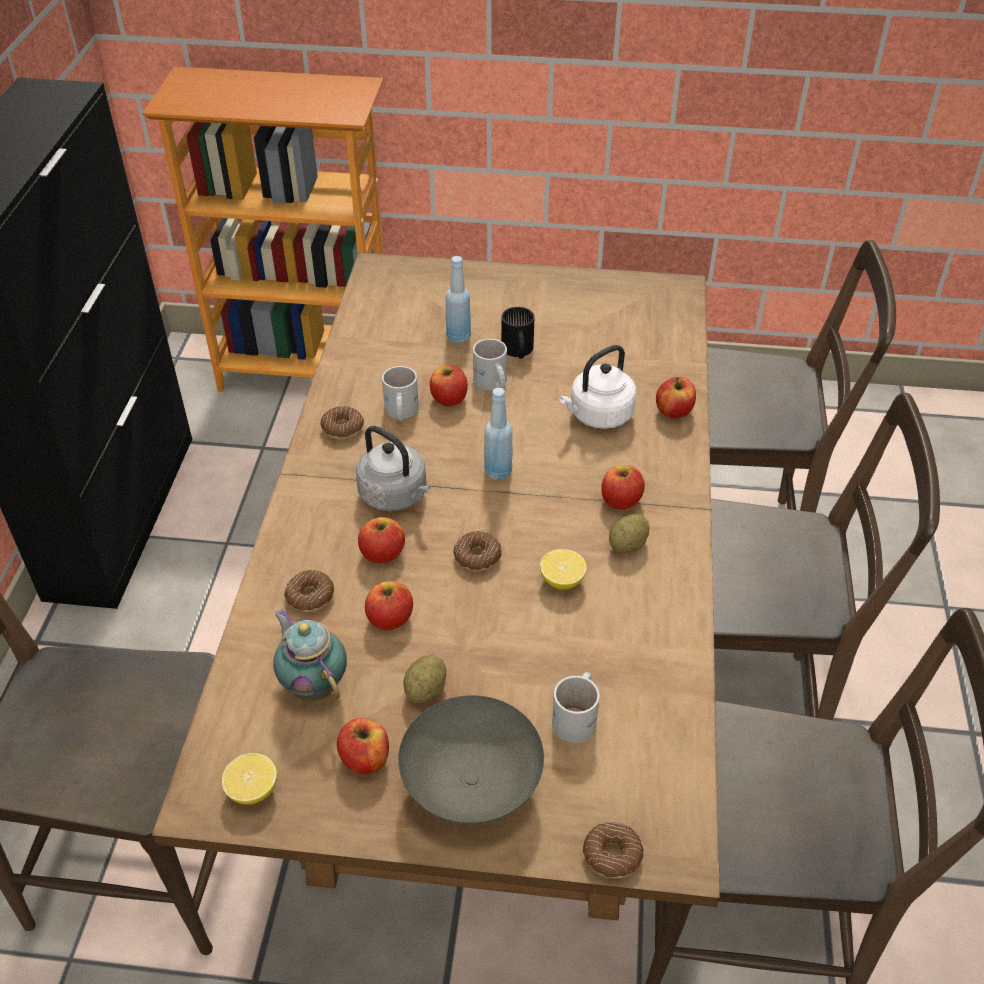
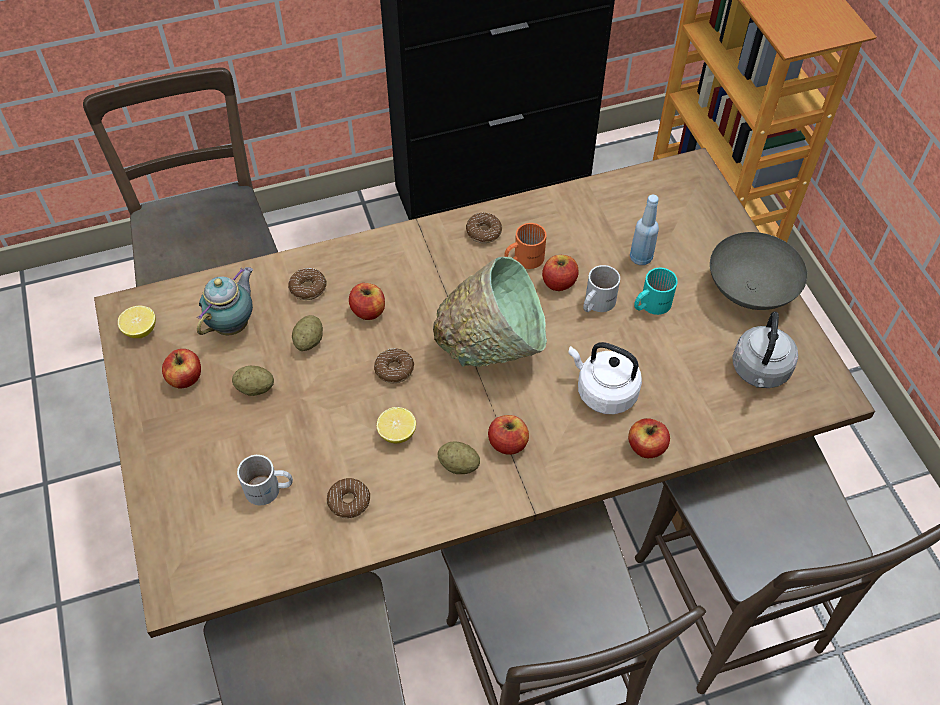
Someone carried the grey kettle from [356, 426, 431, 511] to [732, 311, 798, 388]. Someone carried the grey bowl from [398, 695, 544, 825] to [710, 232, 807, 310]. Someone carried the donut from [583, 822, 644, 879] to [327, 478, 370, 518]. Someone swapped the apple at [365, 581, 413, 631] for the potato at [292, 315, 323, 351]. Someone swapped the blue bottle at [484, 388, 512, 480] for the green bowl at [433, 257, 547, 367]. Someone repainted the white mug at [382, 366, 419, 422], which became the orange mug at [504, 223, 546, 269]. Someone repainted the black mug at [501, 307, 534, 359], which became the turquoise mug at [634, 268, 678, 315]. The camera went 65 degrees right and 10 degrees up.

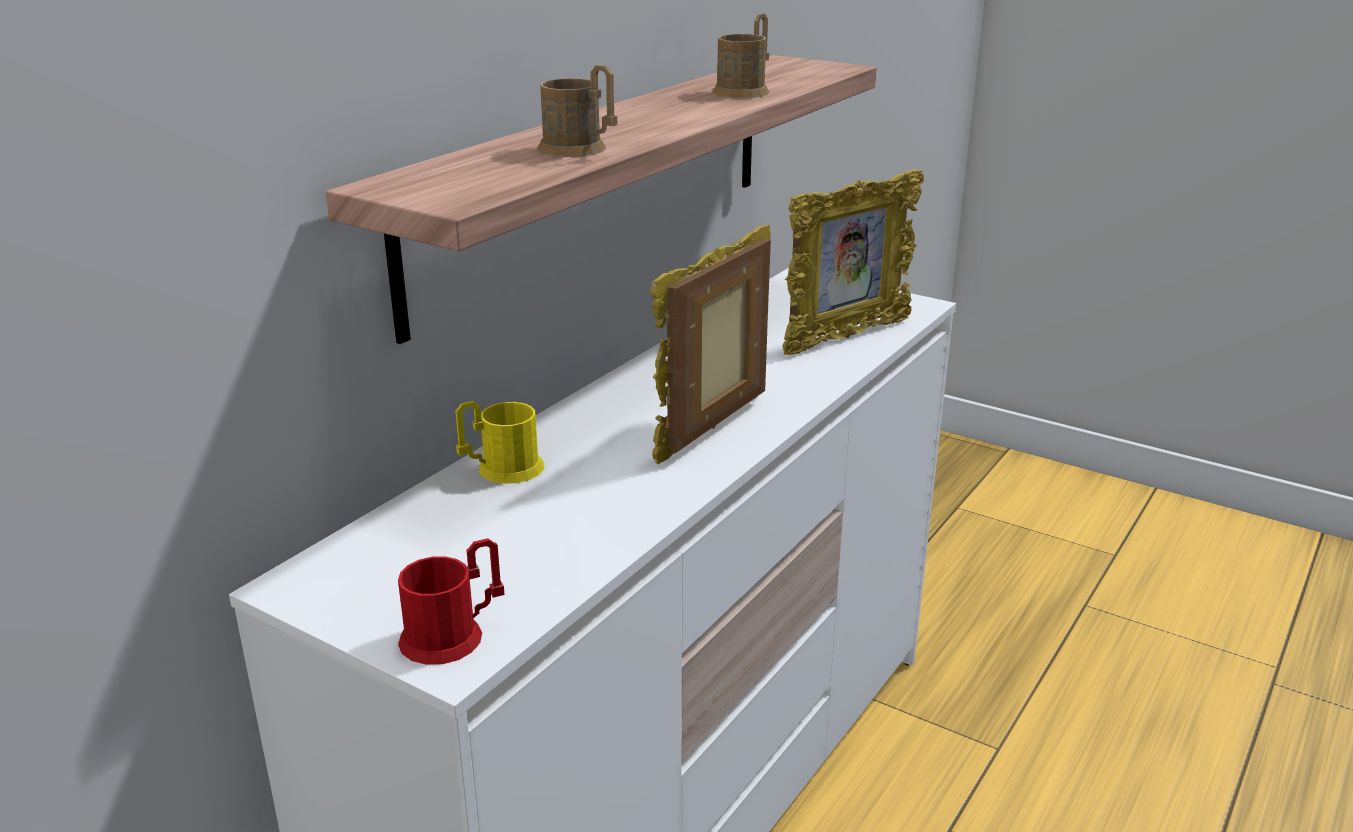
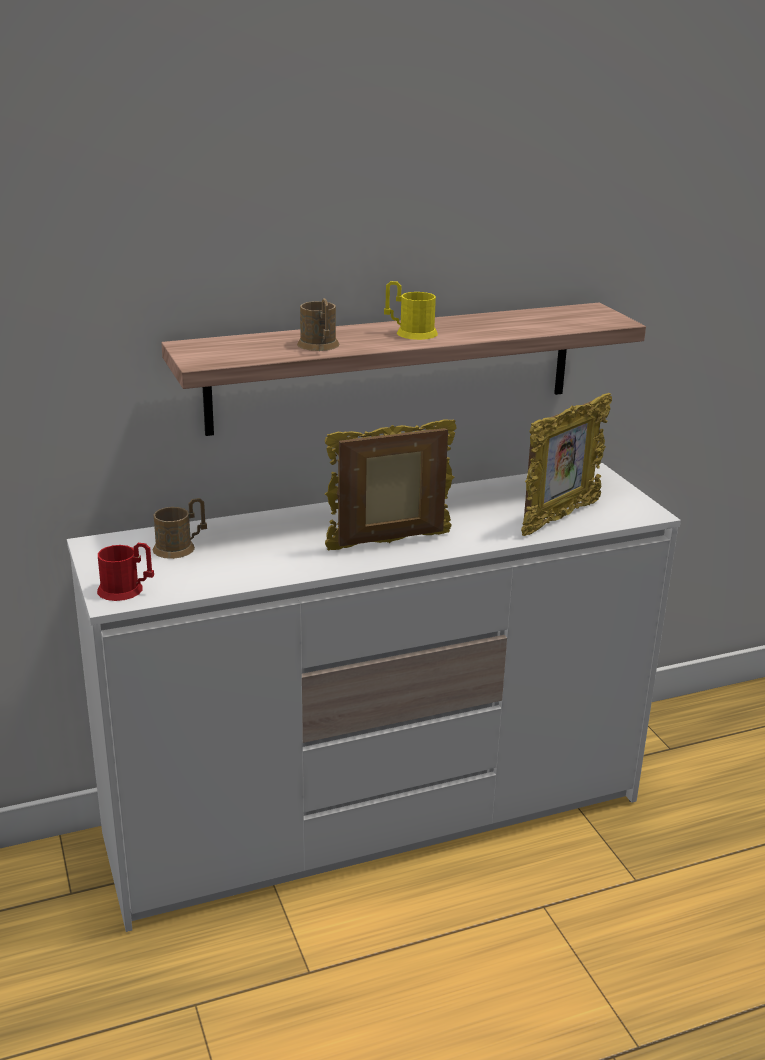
Someone carried the yellow mug from [455, 401, 544, 484] to [384, 281, 438, 340]. Someone carried the brown mug from [712, 13, 770, 98] to [152, 498, 207, 559]. Someone rotated the picture frame at [782, 169, 924, 355] by 45 degrees counterclockwise. The camera went 35 degrees right and 0 degrees up.

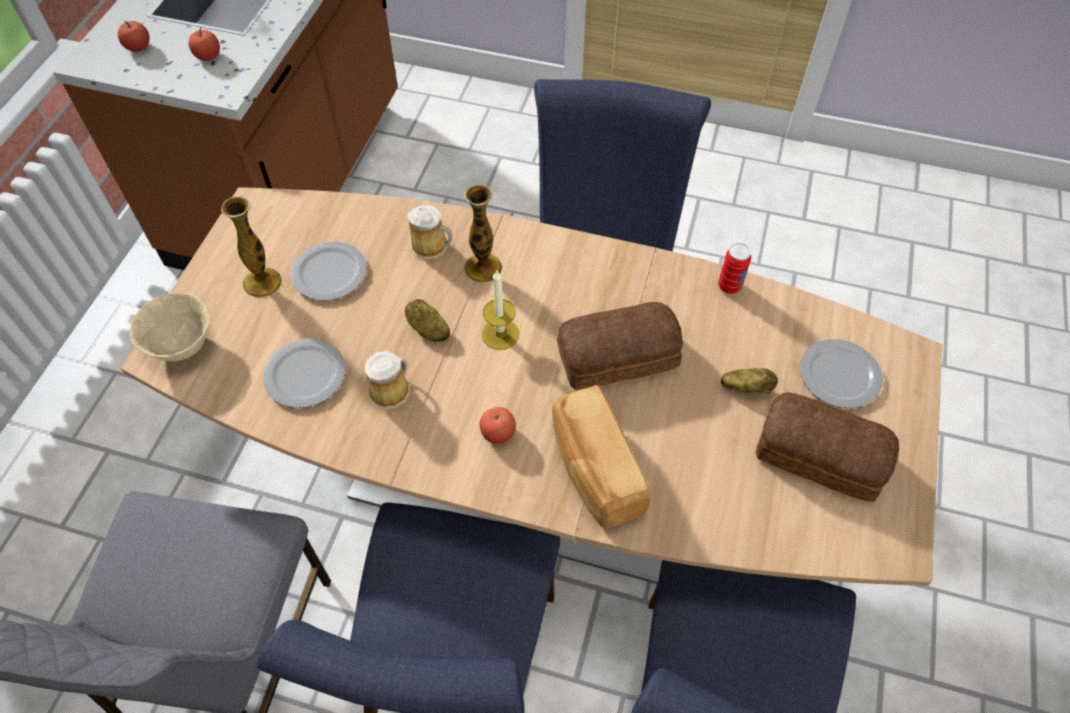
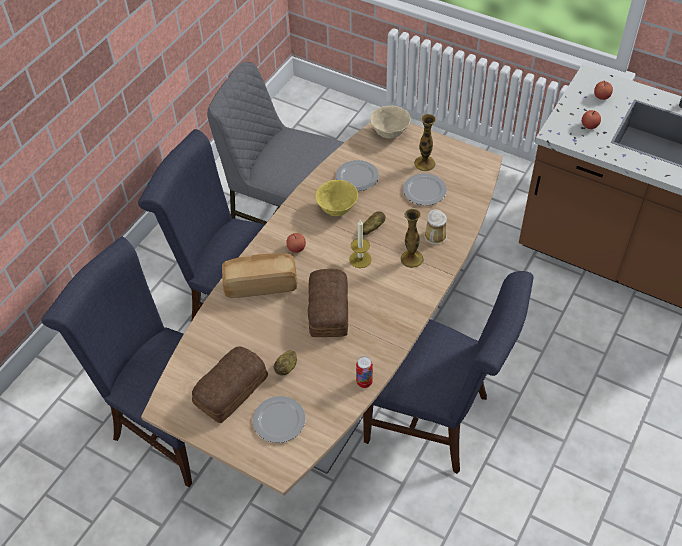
Someone swapped the mug at [365, 351, 410, 409] for the yellow bowl at [315, 180, 358, 216]. The camera went 105 degrees right and 5 degrees down.

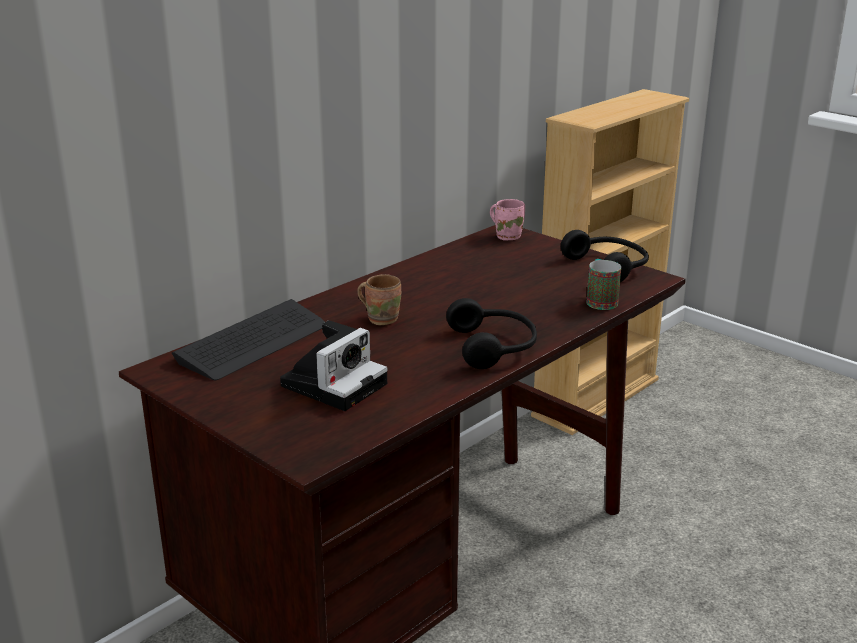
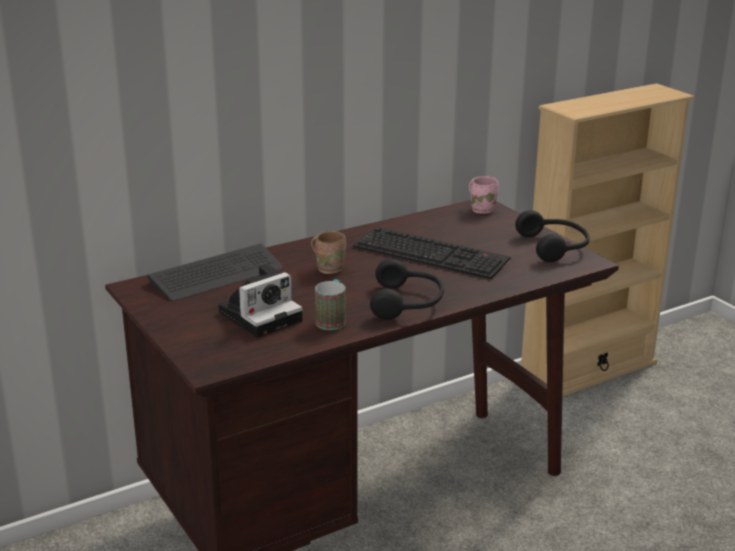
Someone put down the keyboard at [353, 227, 511, 279]. Someone carried the mug from [586, 259, 621, 310] to [315, 279, 346, 330]. The camera went 15 degrees right and 0 degrees up.

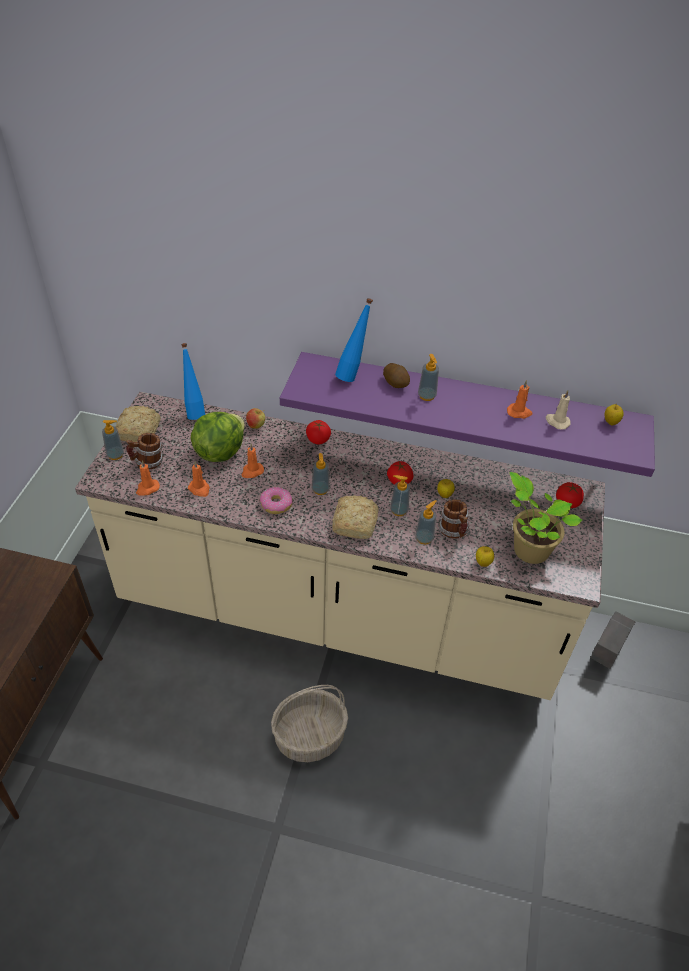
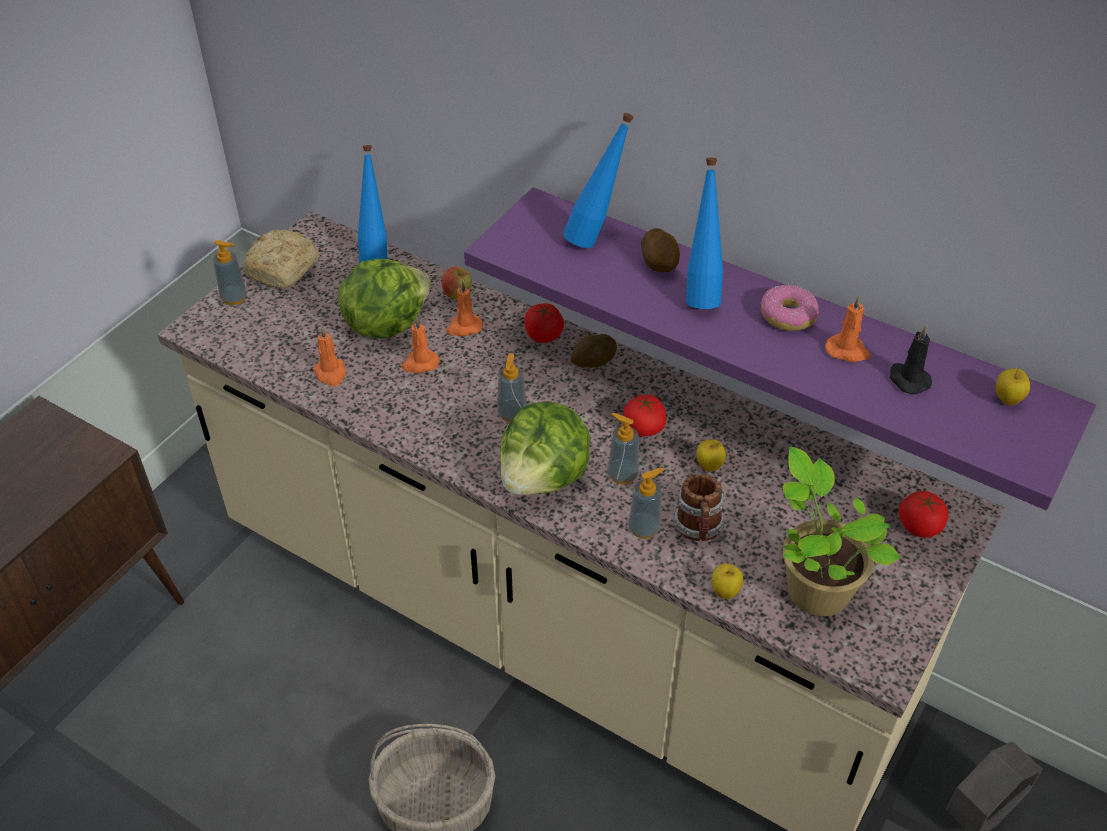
Someone took away the mug at [126, 433, 163, 469]. Someone put down the potato at [571, 334, 617, 368]. Someone carried the orange candle from [136, 460, 160, 496] to [446, 281, 483, 336]. Someone carried the donut from [260, 487, 293, 514] to [760, 285, 819, 331]. Someone swapped the bread at [332, 495, 379, 539] for the lettuce at [500, 401, 591, 495]. Someone swapped the soap dispenser at [418, 354, 439, 401] for the blue bottle at [686, 158, 723, 309]. Someone repainted the beige candle at [546, 390, 571, 430], which became the black candle at [890, 325, 932, 394]. The camera went 20 degrees right and 0 degrees up.

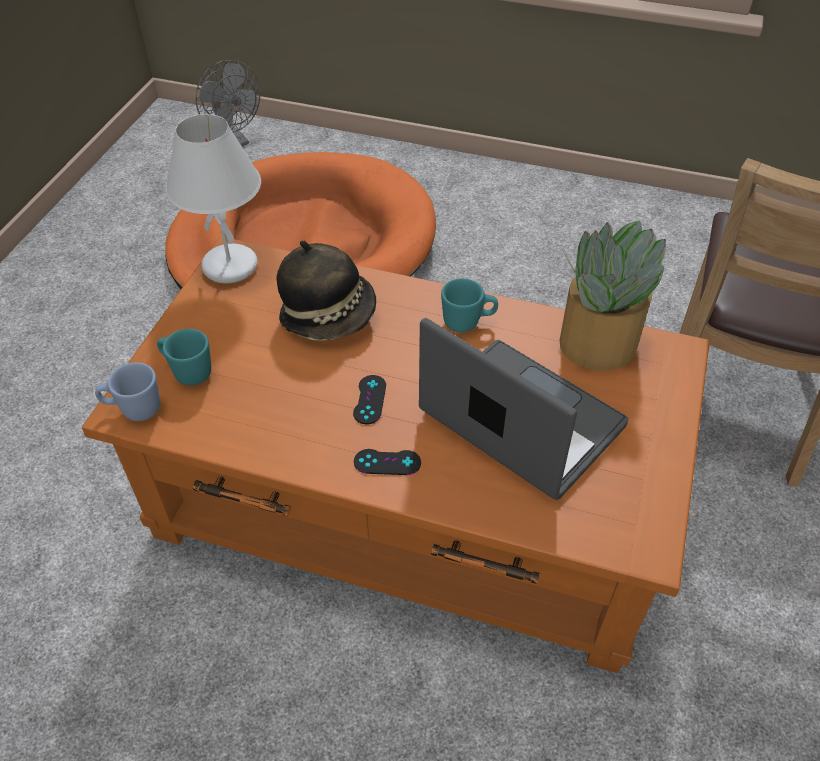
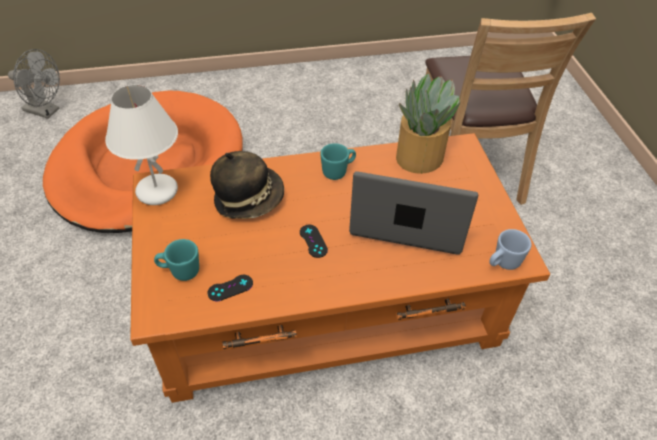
Someone carried the blue mug from [95, 363, 160, 421] to [489, 229, 531, 270]. Someone carried the black game controller from [354, 449, 421, 475] to [208, 275, 253, 301]. The camera went 30 degrees left and 0 degrees up.

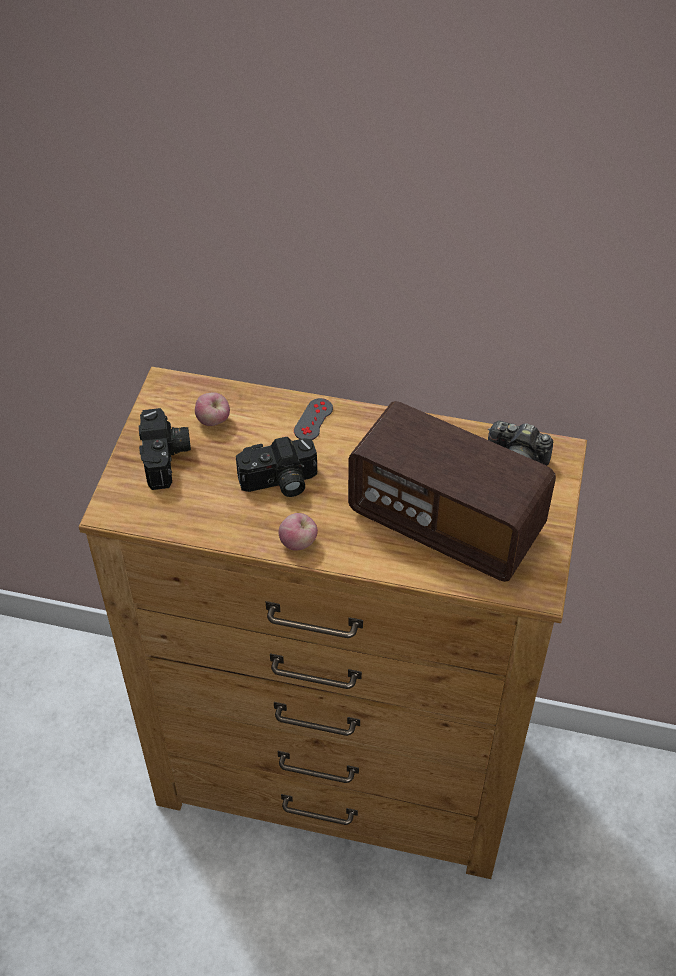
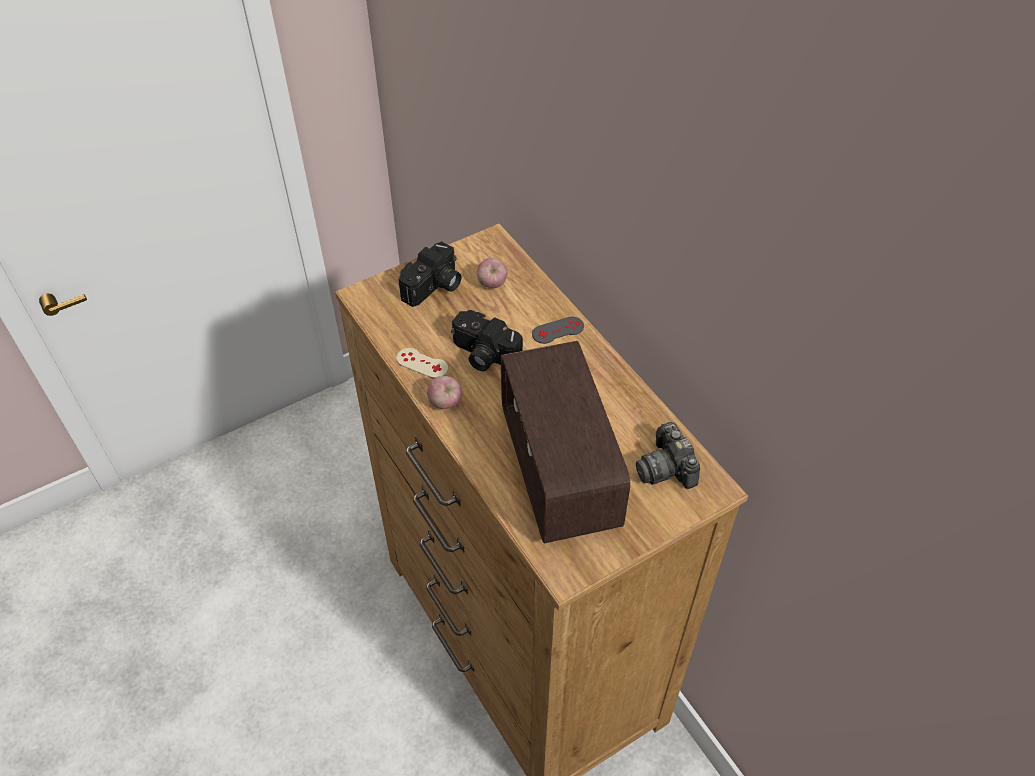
Someone put down the beige game controller at [396, 348, 448, 378]. The camera went 45 degrees right and 0 degrees up.

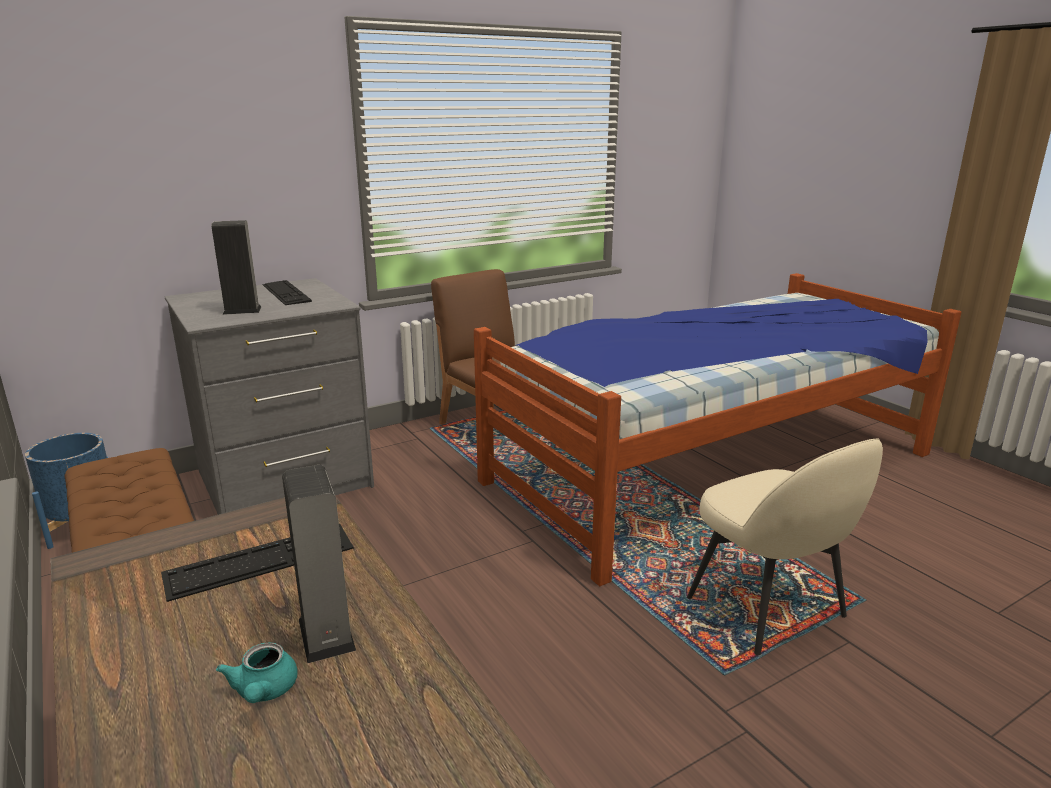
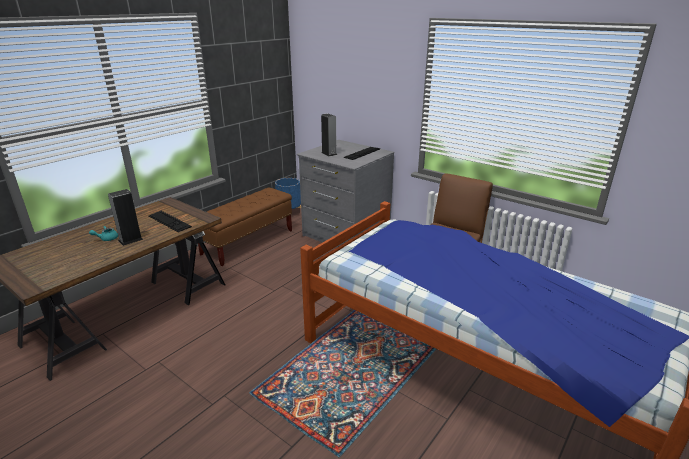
Someone took away the beige chair at [687, 438, 883, 655]. The camera went 70 degrees right and 5 degrees up.

